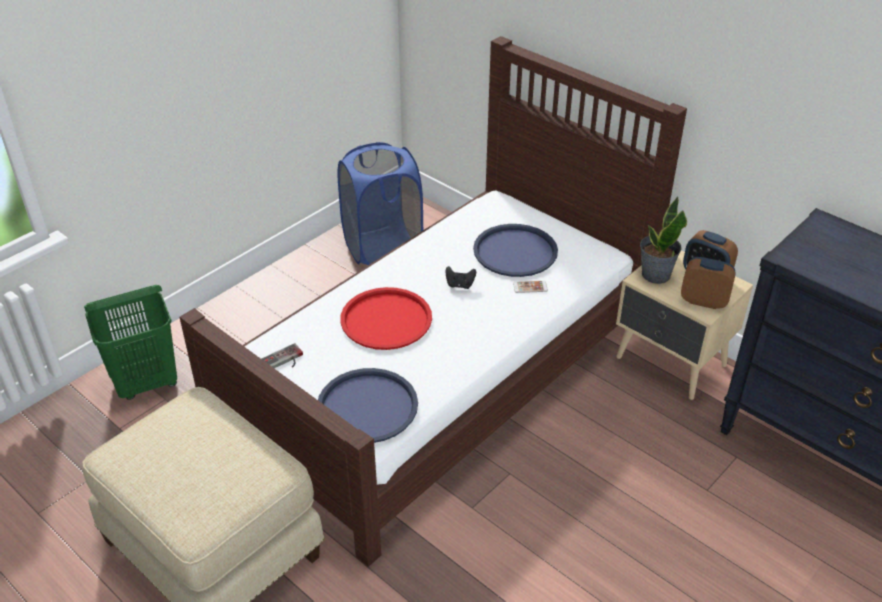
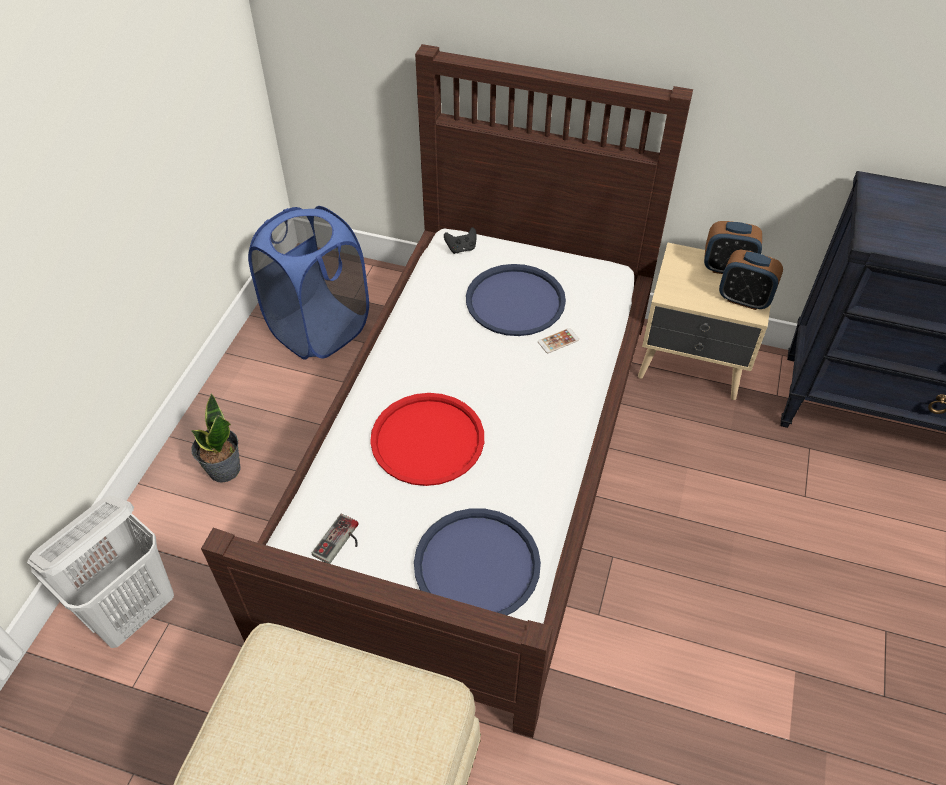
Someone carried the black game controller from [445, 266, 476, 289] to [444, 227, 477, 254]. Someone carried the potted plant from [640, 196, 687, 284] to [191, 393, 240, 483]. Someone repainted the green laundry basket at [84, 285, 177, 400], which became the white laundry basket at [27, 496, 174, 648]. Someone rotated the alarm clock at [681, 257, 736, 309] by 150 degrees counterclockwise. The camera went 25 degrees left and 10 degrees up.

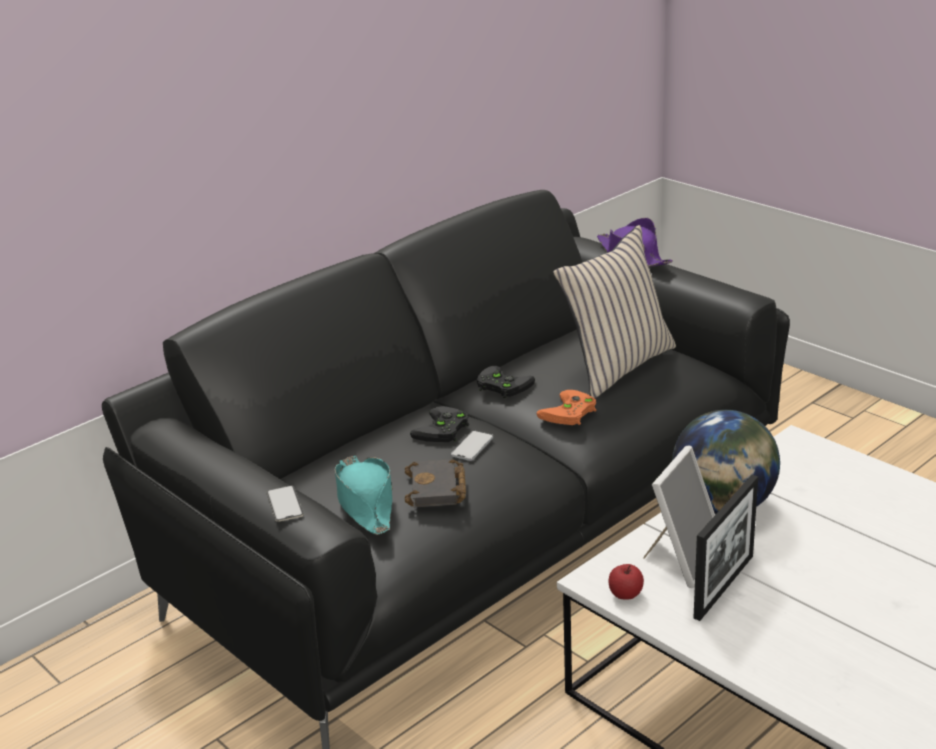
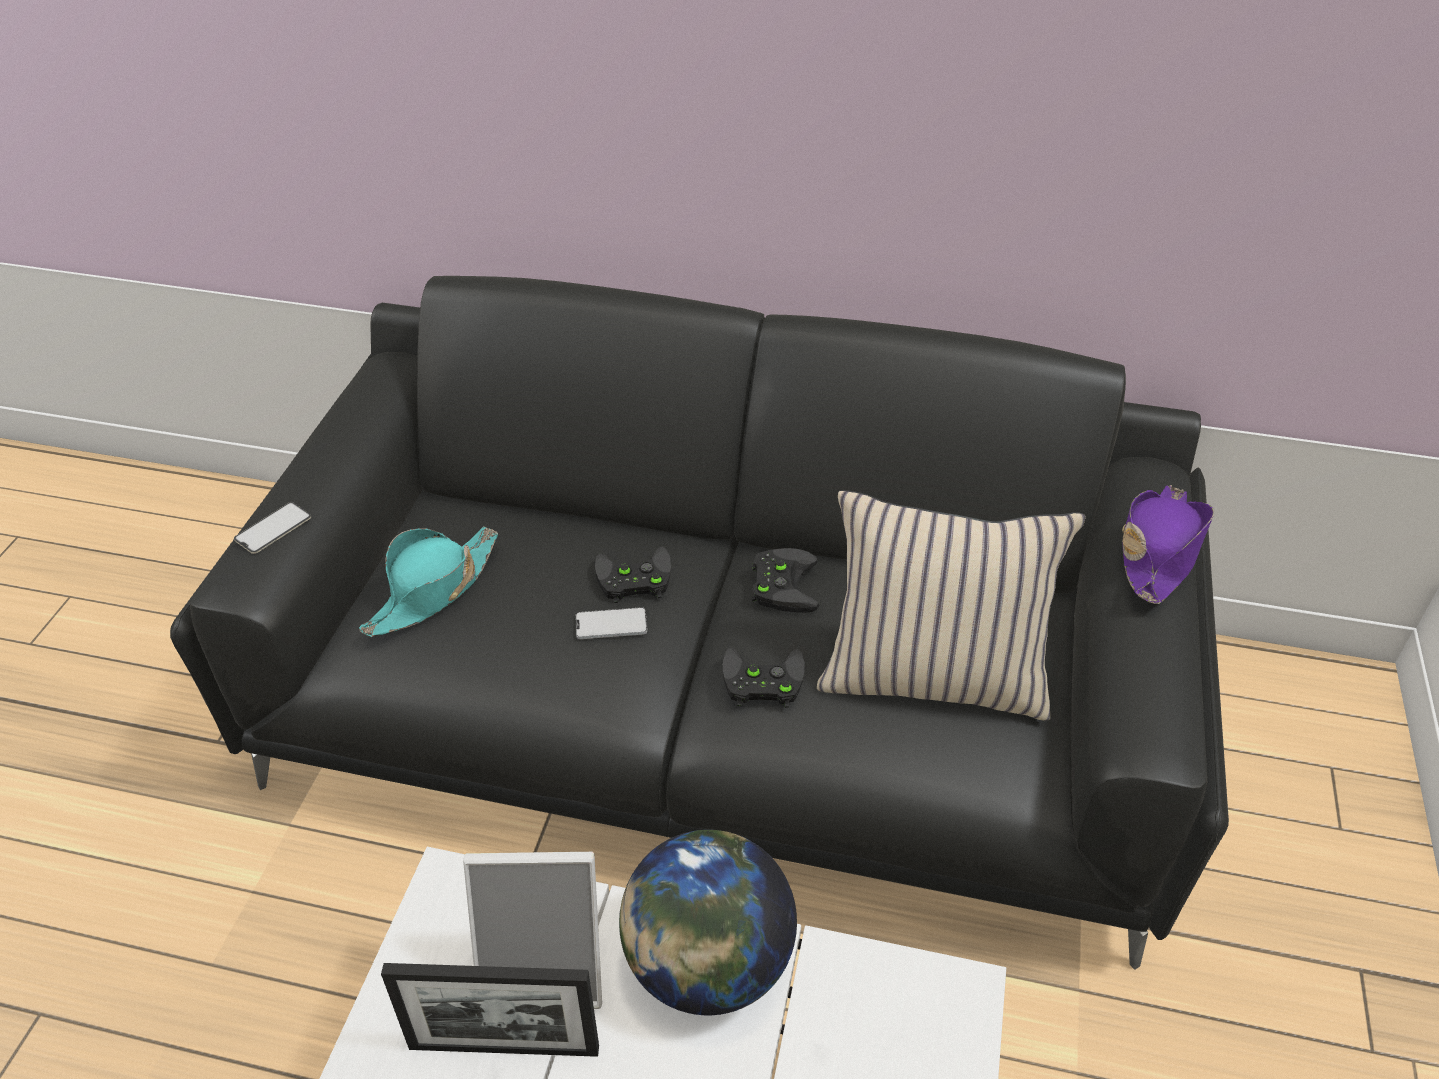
Someone took away the black book at [405, 459, 466, 508]. Someone took away the apple at [609, 564, 644, 600]. Someone repainted the orange game controller at [536, 390, 597, 425], which became the black game controller at [723, 647, 805, 707]. The camera went 55 degrees right and 15 degrees up.

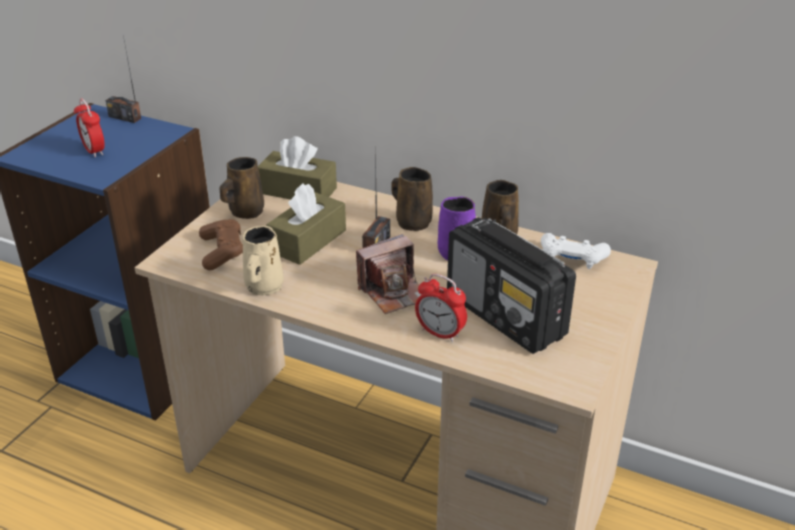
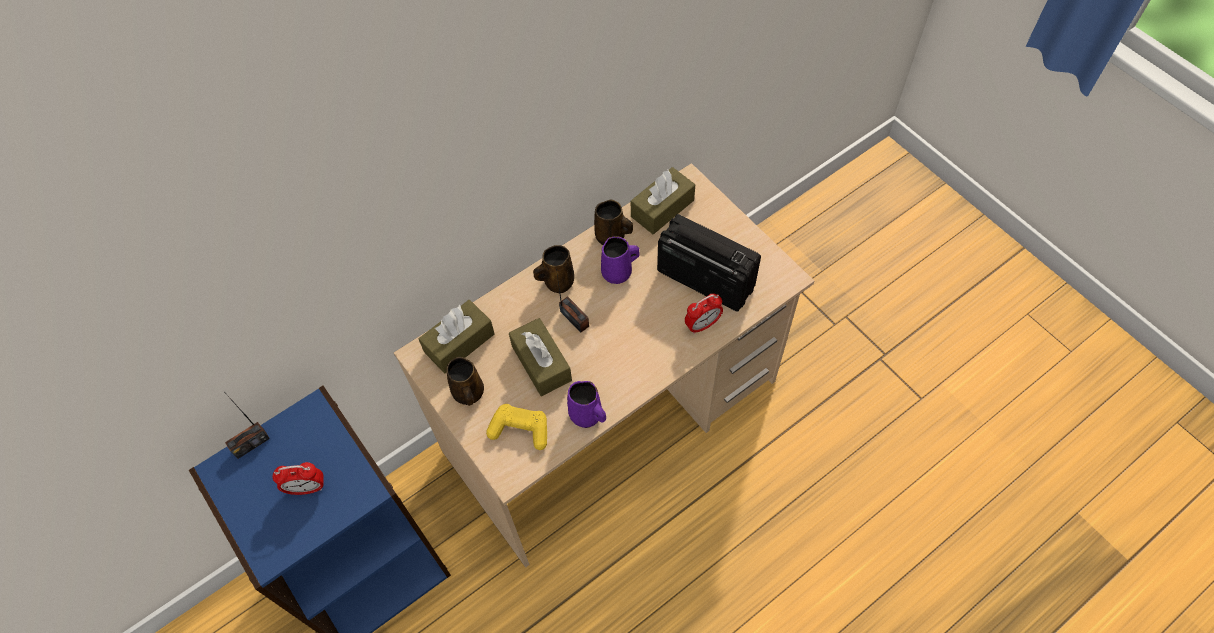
Someone took away the photo camera at [356, 234, 422, 314]. Someone swapped the white game controller at [541, 233, 611, 269] for the brown tissue box at [631, 167, 695, 234]. Someone repainted the brown game controller at [199, 219, 243, 270], which became the yellow game controller at [486, 404, 547, 450]. Someone repainted the beige mug at [243, 226, 284, 295], which became the purple mug at [567, 381, 606, 428]. Someone rotated the radio at [447, 217, 576, 354] by 135 degrees counterclockwise. The camera went 60 degrees left and 25 degrees up.

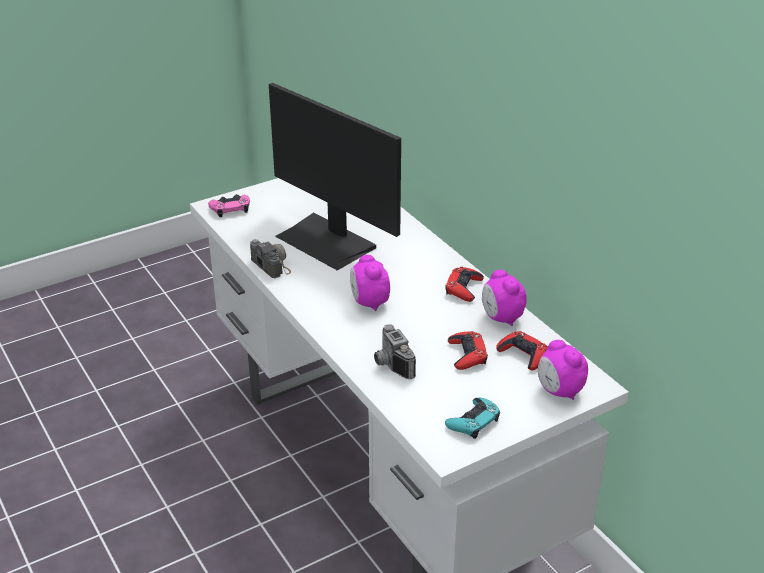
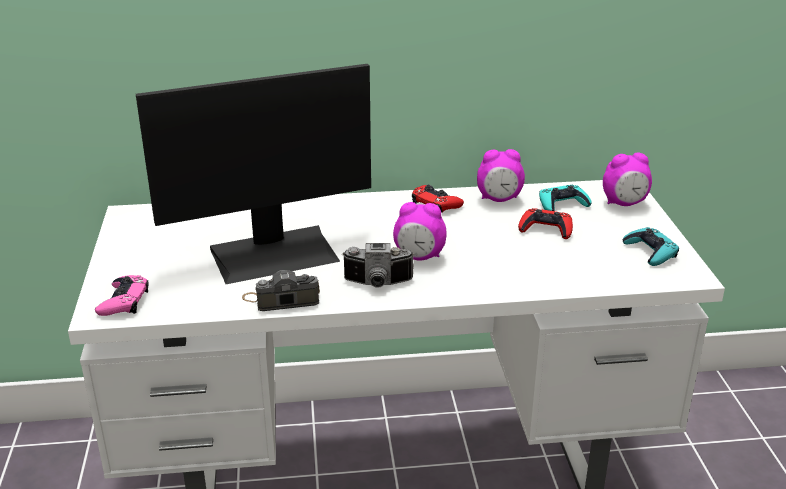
Someone carried the photo camera from [374, 324, 416, 379] to [342, 243, 415, 288]. Someone repainted the red game controller at [496, 331, 548, 370], which became the turquoise game controller at [539, 185, 592, 211]. The camera went 65 degrees left and 5 degrees down.

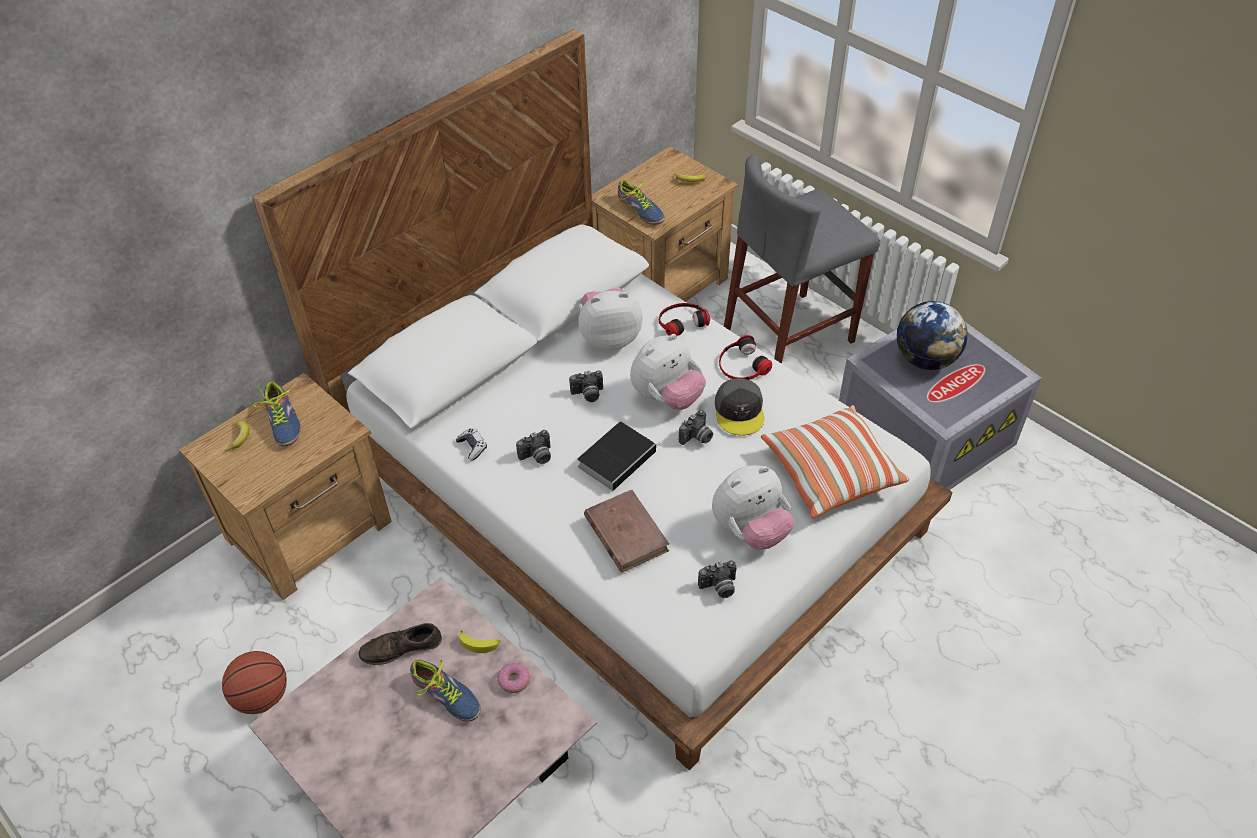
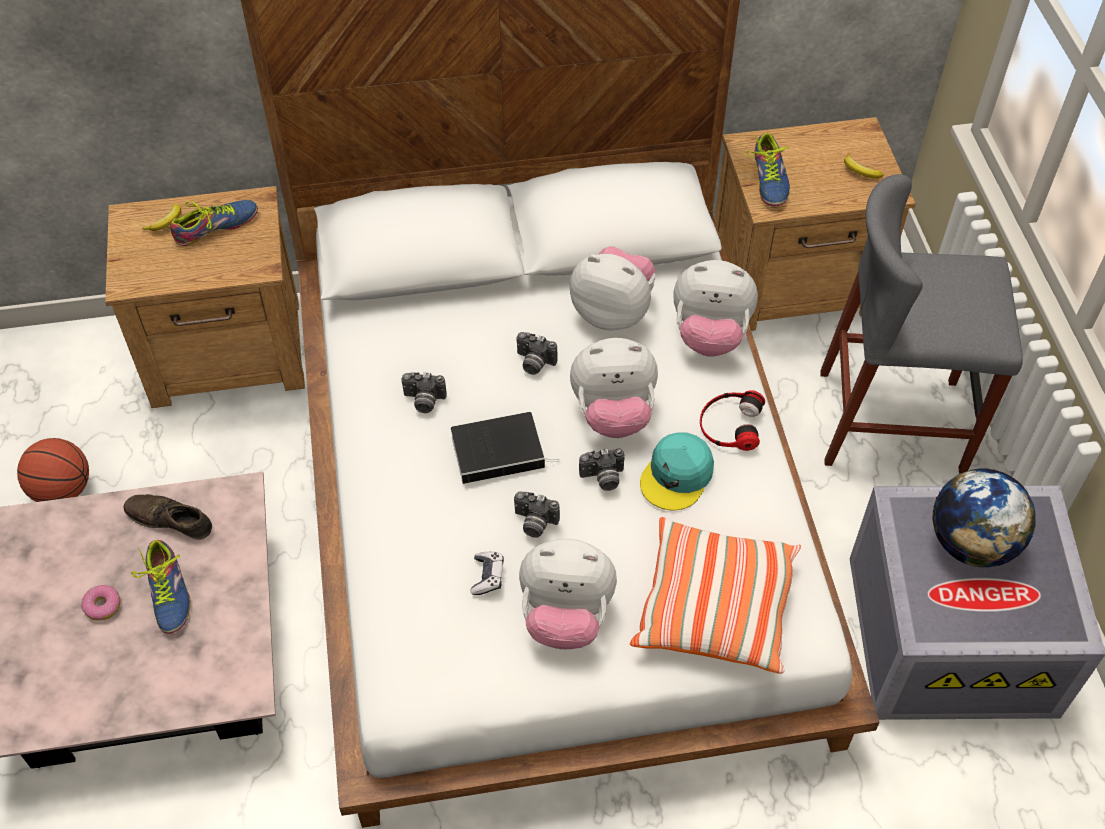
Someone took away the banana at [459, 631, 501, 653]. Someone took away the brown book at [584, 490, 669, 573]. Someone carried the game controller from [455, 428, 487, 461] to [471, 551, 504, 595]. Someone carried the donut from [497, 662, 530, 693] to [81, 585, 121, 620]. Someone carried the photo camera from [698, 560, 737, 598] to [514, 491, 560, 538]. Someone swapped the headphones at [659, 303, 710, 336] for the plush toy at [673, 260, 758, 357]. Someone repainted the grey cap at [715, 378, 764, 436], which became the turquoise cap at [640, 432, 714, 511]. Someone rotated the shoe at [253, 382, 301, 446] by 135 degrees counterclockwise. The camera went 35 degrees right and 5 degrees up.

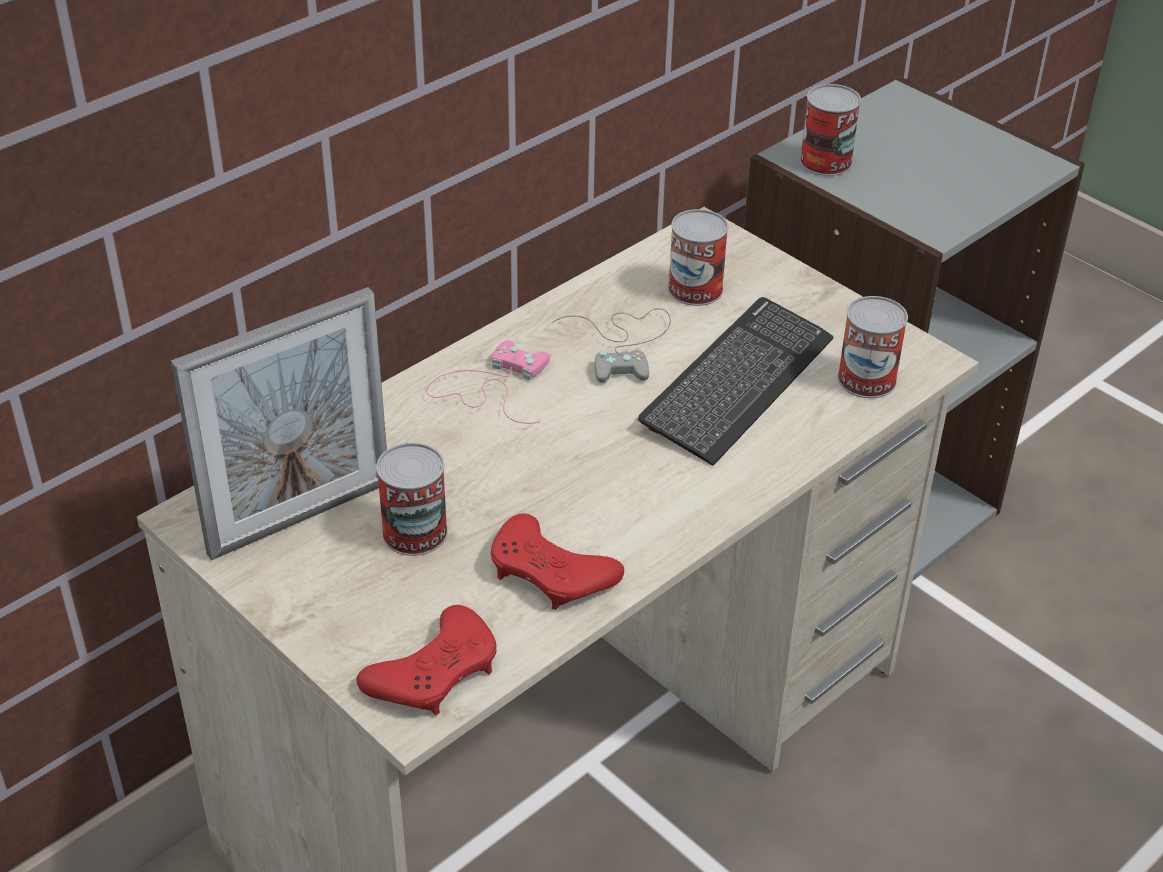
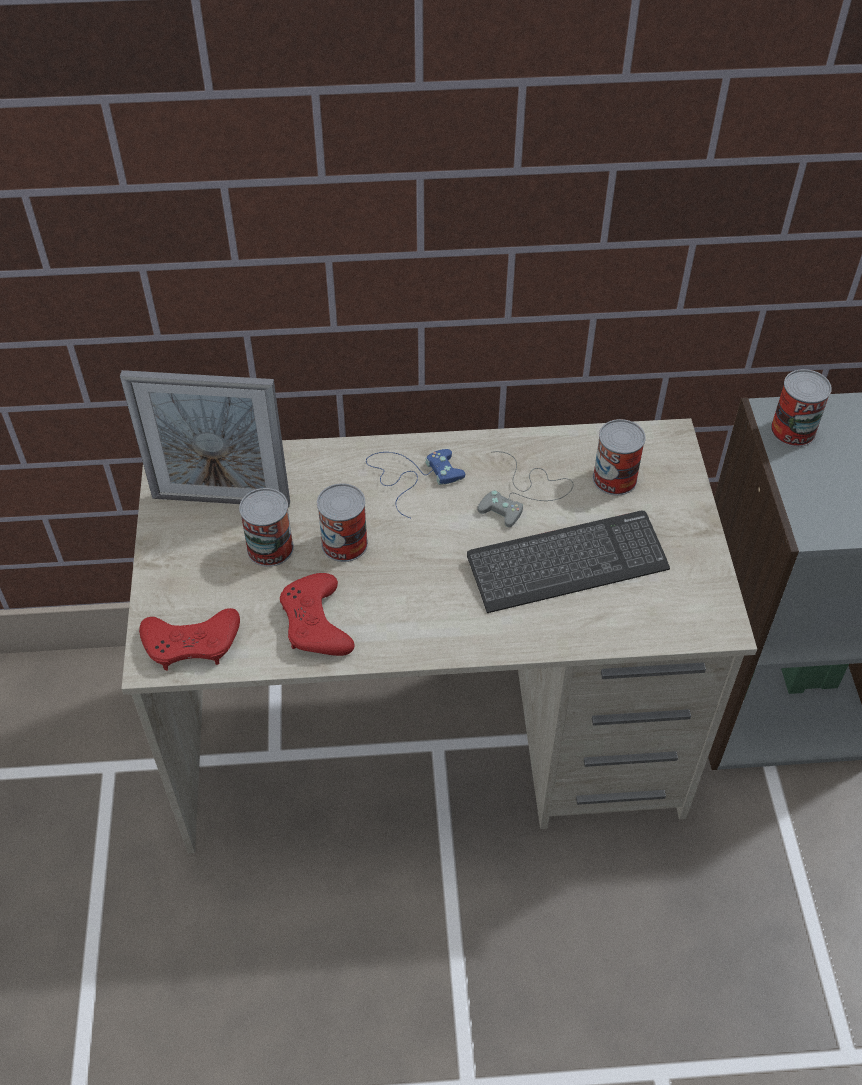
Someone carried the can from [837, 296, 908, 398] to [317, 483, 368, 562]. Someone repainted the pink game controller at [426, 341, 550, 424], which became the blue game controller at [366, 449, 465, 519]. The camera went 40 degrees right and 10 degrees up.

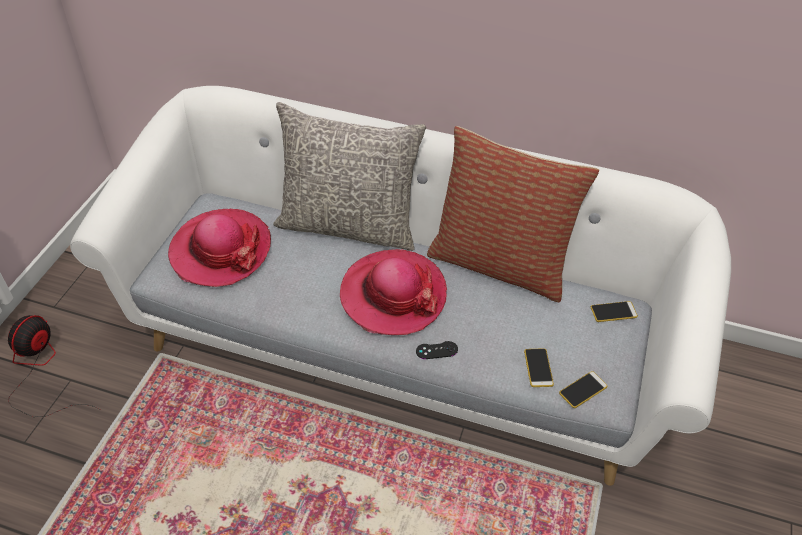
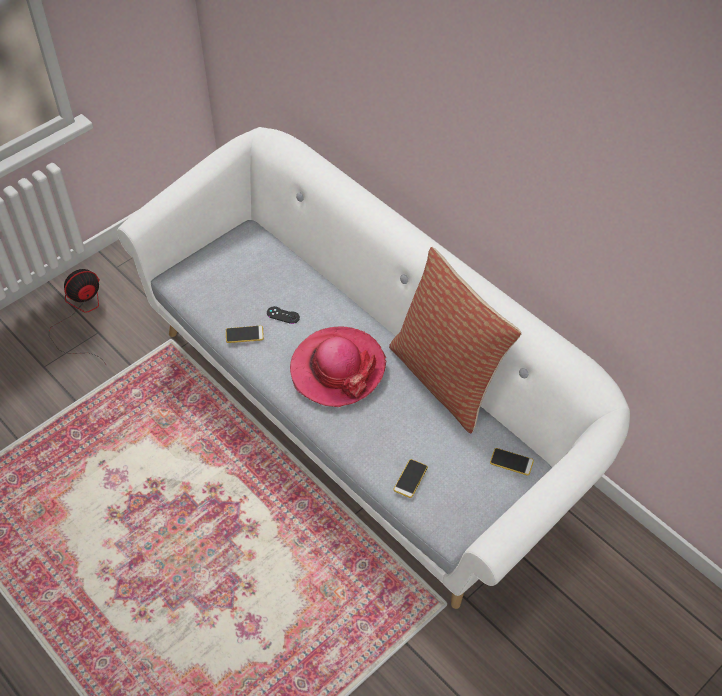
Someone took away the hat at [168, 209, 271, 287]. Someone took away the grey pillow at [273, 102, 426, 251]. Someone carried the black game controller from [416, 341, 458, 359] to [267, 306, 300, 324]. Someone carried the phone from [559, 371, 608, 408] to [226, 326, 264, 343]. The camera went 30 degrees right and 5 degrees up.

